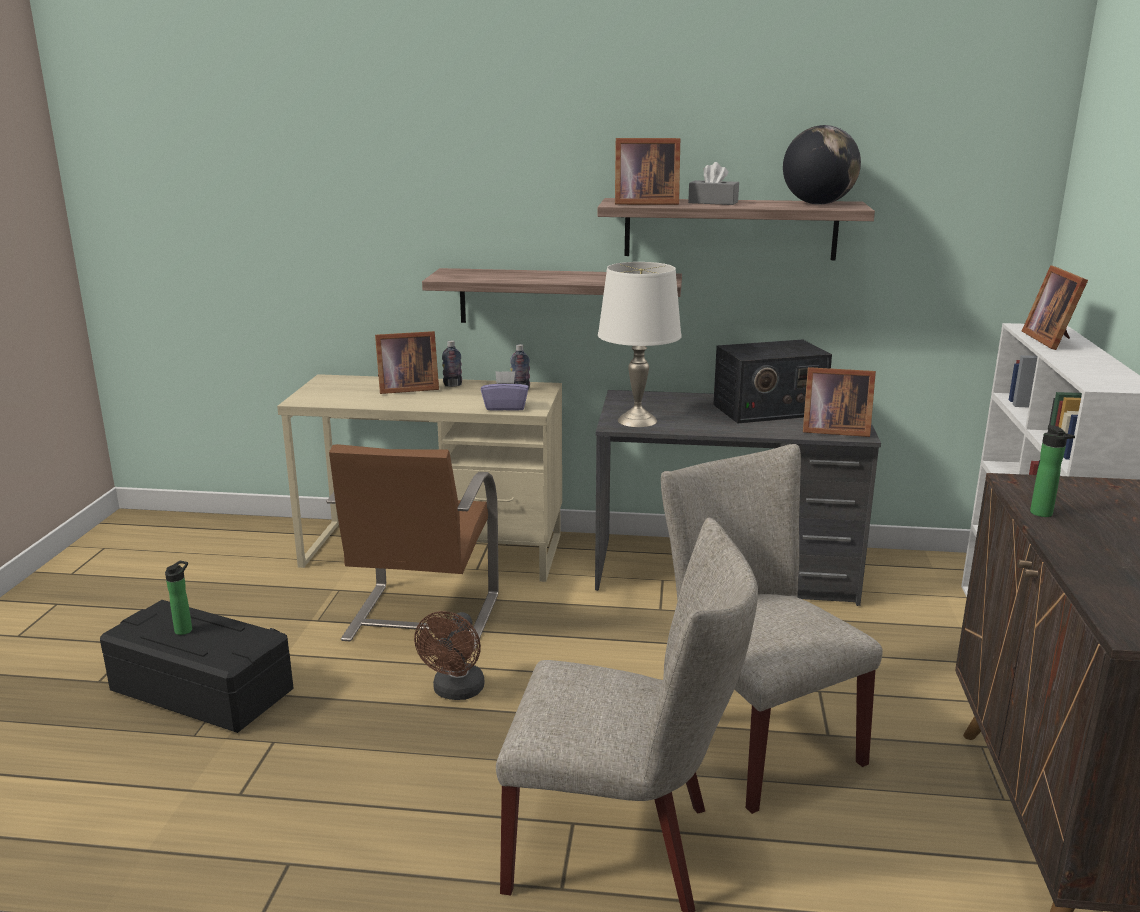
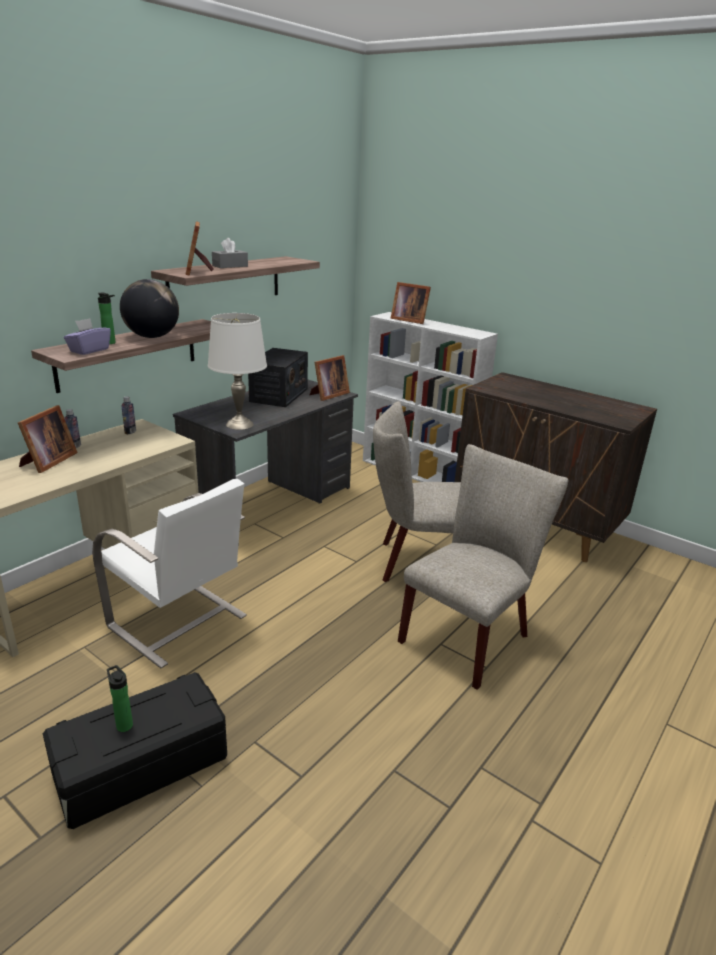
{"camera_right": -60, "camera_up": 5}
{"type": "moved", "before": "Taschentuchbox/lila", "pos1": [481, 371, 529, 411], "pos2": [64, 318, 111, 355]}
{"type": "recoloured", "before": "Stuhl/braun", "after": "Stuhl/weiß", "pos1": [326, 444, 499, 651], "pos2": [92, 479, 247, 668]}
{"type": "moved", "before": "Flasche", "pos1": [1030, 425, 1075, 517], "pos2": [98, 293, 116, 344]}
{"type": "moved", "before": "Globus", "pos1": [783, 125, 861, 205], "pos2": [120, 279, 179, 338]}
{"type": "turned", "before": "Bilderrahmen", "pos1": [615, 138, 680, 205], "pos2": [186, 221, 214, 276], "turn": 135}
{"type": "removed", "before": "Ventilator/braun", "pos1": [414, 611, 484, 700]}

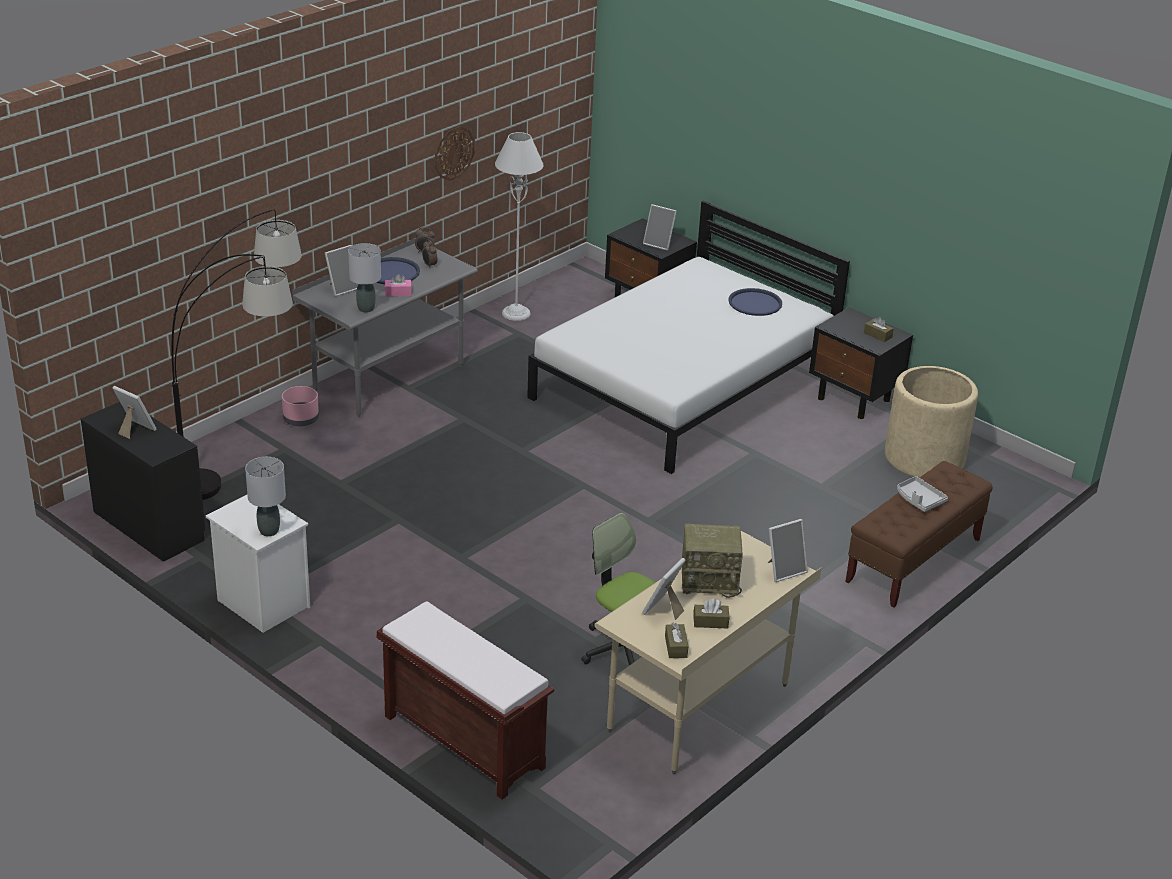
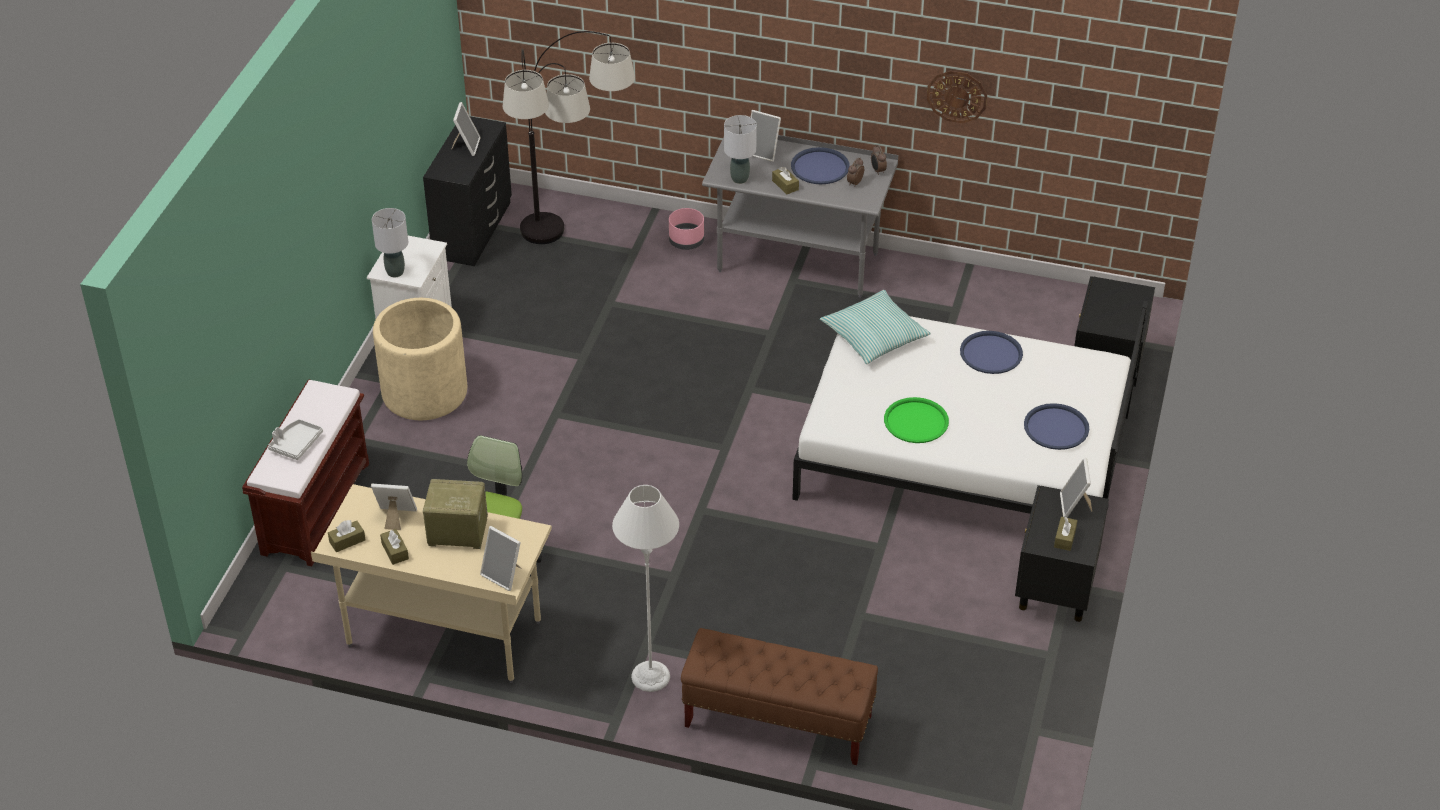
{"camera_right": 65, "camera_up": 10}
{"type": "moved", "before": "Tablett/grau", "pos1": [897, 476, 948, 512], "pos2": [268, 419, 323, 460]}
{"type": "moved", "before": "Pflanzkübel/beige", "pos1": [885, 366, 978, 478], "pos2": [373, 298, 467, 420]}
{"type": "turned", "before": "Radio", "pos1": [682, 524, 743, 598], "pos2": [423, 479, 488, 549], "turn": 120}
{"type": "moved", "before": "Stehlampe/grau", "pos1": [495, 132, 543, 321], "pos2": [612, 485, 679, 692]}
{"type": "recoloured", "before": "Taschentuchbox/rosa", "after": "Taschentuchbox/braun", "pos1": [385, 274, 412, 297], "pos2": [772, 167, 799, 194]}
{"type": "added", "after": "Kissen", "pos2": [820, 290, 931, 364]}
{"type": "added", "after": "Tablett/grün", "pos2": [884, 397, 949, 443]}
{"type": "added", "after": "Tablett/blau", "pos2": [960, 331, 1023, 374]}
{"type": "moved", "before": "Bilderrahmen", "pos1": [643, 204, 677, 251], "pos2": [1060, 458, 1092, 518]}

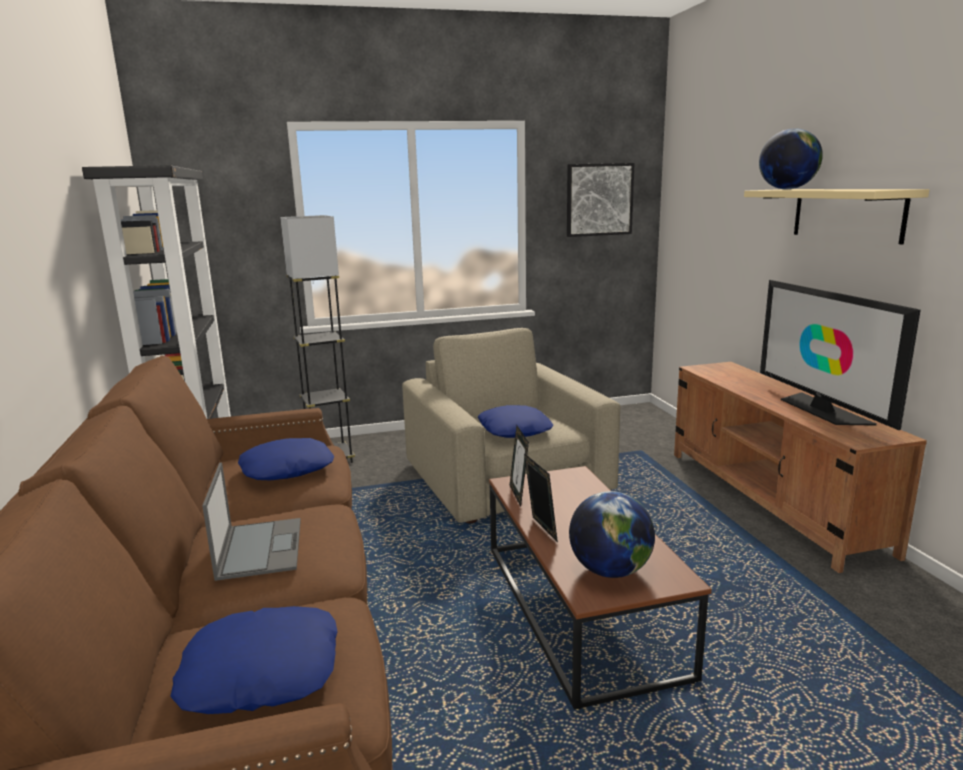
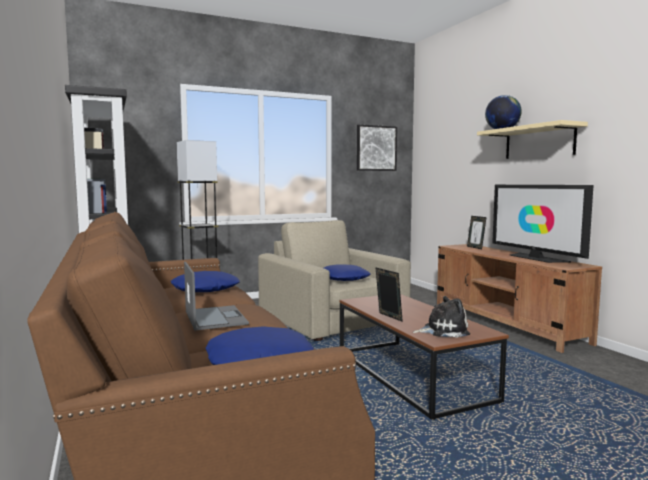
{"camera_right": -10, "camera_up": -10}
{"type": "replaced", "before": "Globus", "after": "Plüschtier", "pos1": [569, 491, 655, 578], "pos2": [413, 296, 470, 338]}
{"type": "moved", "before": "Bilderrahmen", "pos1": [510, 425, 529, 506], "pos2": [467, 216, 487, 249]}

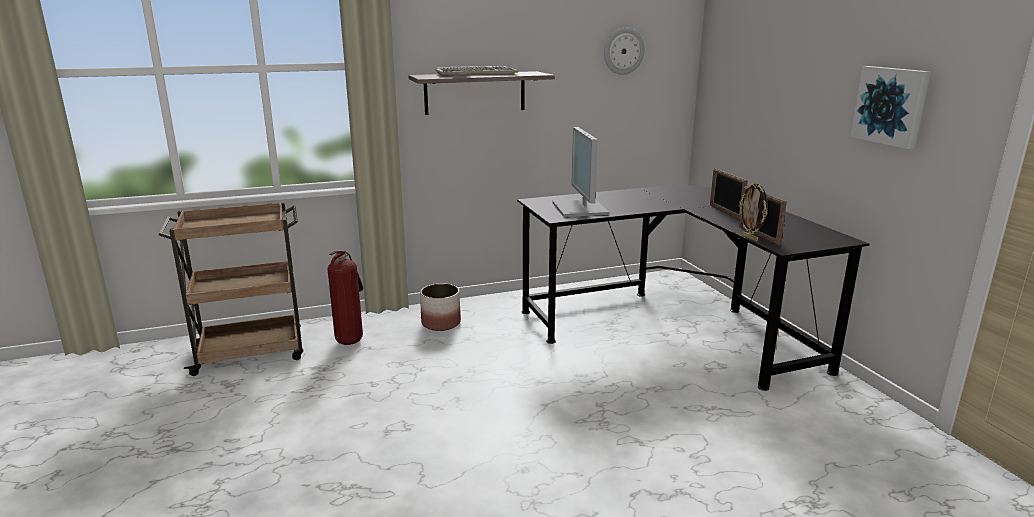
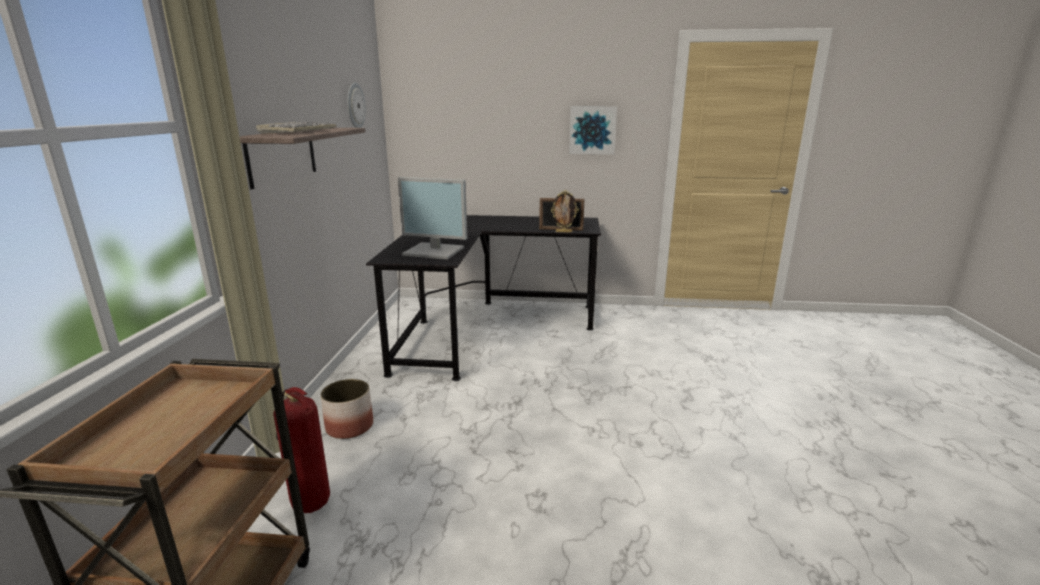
{"camera_right": -65, "camera_up": 0}
{"type": "removed", "before": "Bilderrahmen", "pos1": [710, 168, 748, 220]}

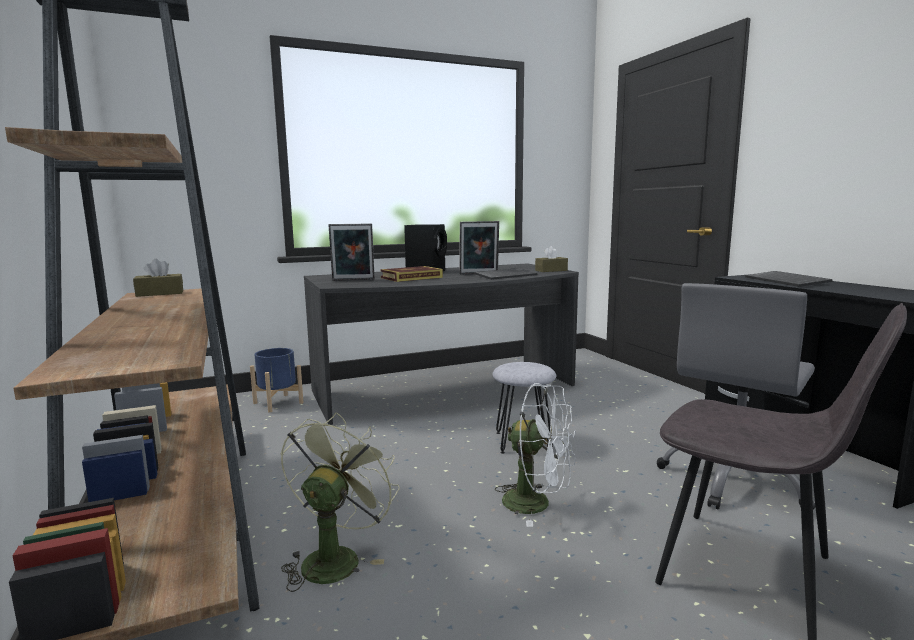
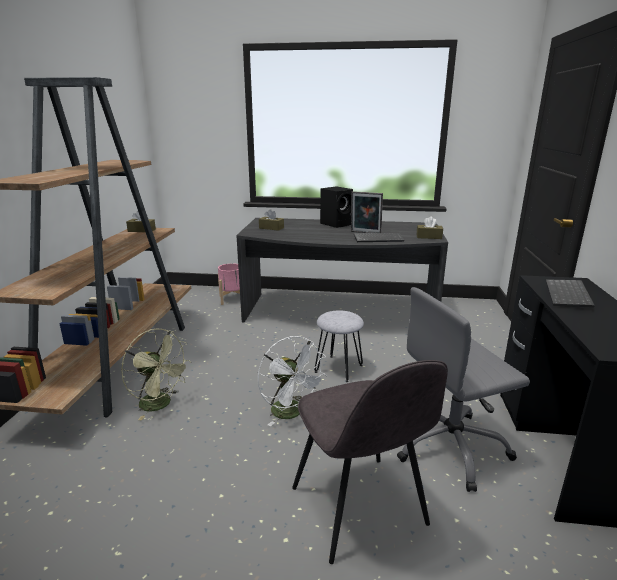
{"camera_right": 30, "camera_up": 10}
{"type": "turned", "before": "Ventilator/grün", "pos1": [281, 413, 400, 592], "pos2": [121, 328, 191, 420], "turn": 75}
{"type": "recoloured", "before": "Pflanzkübel/blau", "after": "Pflanzkübel/rosa", "pos1": [250, 348, 303, 412], "pos2": [218, 263, 240, 305]}
{"type": "replaced", "before": "Bilderrahmen", "after": "Taschentuchbox/braun", "pos1": [329, 223, 375, 281], "pos2": [259, 209, 284, 231]}
{"type": "removed", "before": "Buch", "pos1": [380, 266, 443, 282]}

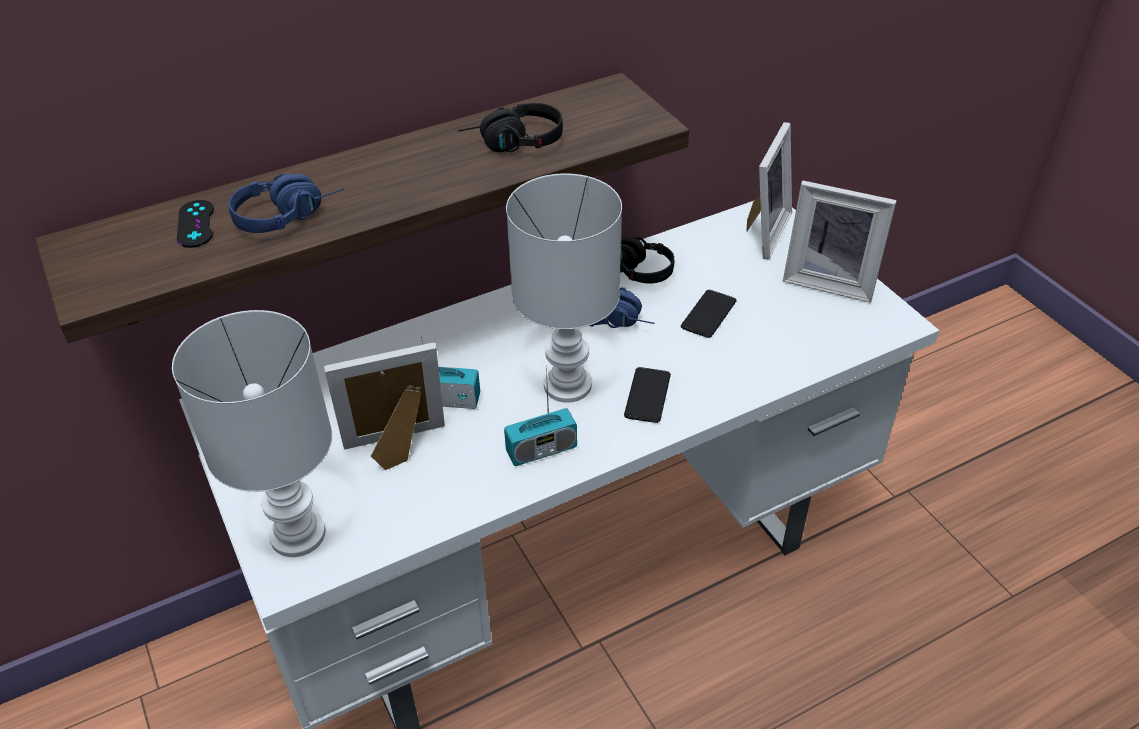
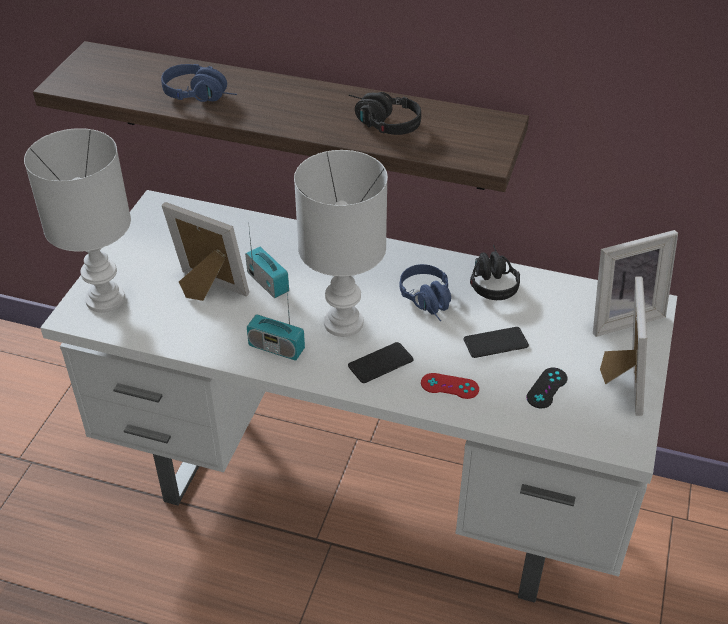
{"camera_right": 45, "camera_up": 0}
{"type": "added", "after": "Gamepad/rot", "pos2": [421, 373, 479, 399]}
{"type": "moved", "before": "Gamepad/schwarz", "pos1": [177, 200, 214, 248], "pos2": [527, 368, 567, 408]}
{"type": "turned", "before": "Bilderrahmen", "pos1": [783, 181, 897, 303], "pos2": [600, 276, 647, 416], "turn": -150}

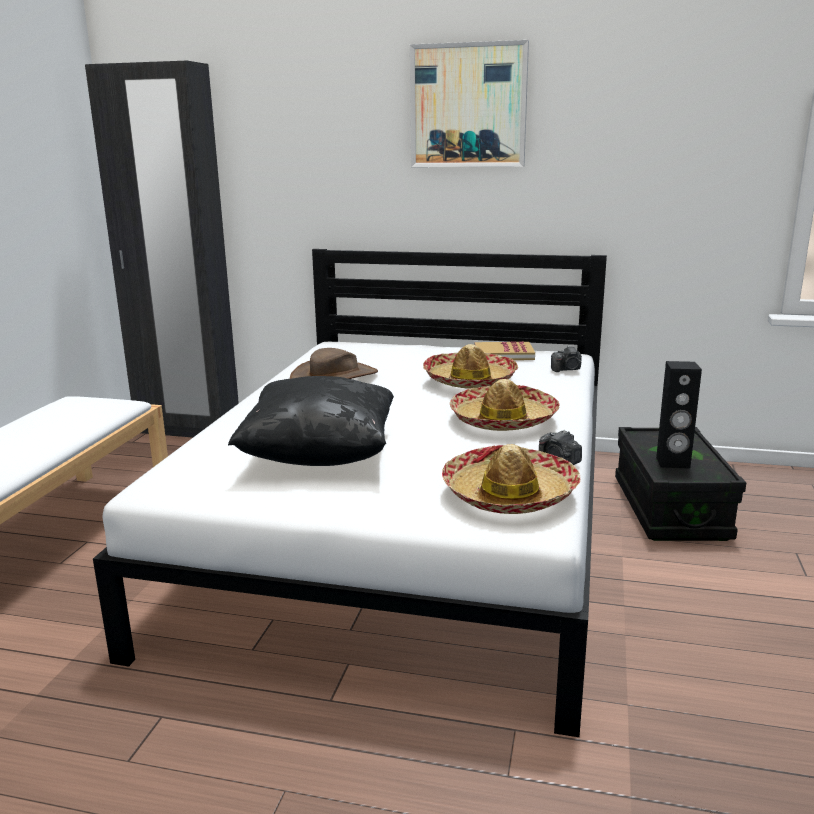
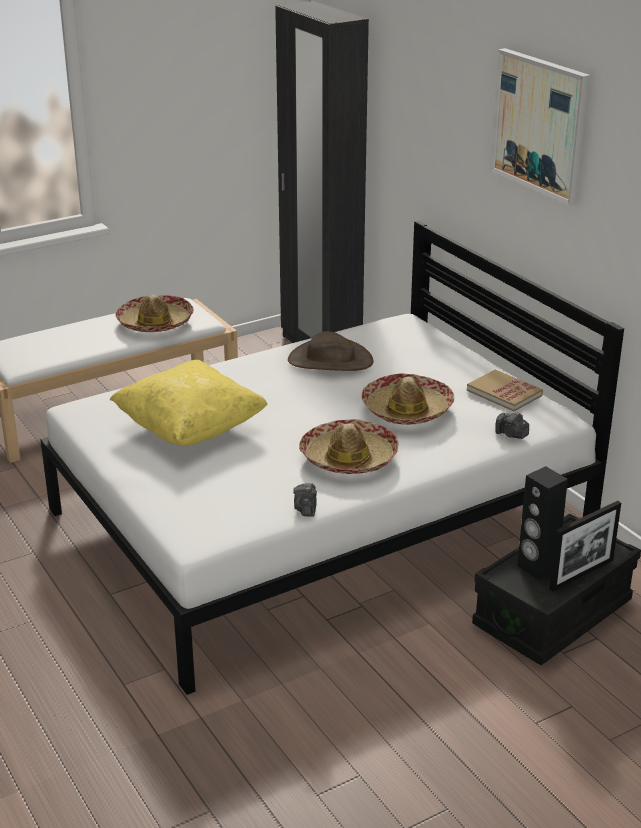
{"camera_right": 45, "camera_up": 10}
{"type": "recoloured", "before": "Kissen/schwarz", "after": "Kissen/gelb", "pos1": [228, 376, 394, 466], "pos2": [110, 360, 268, 446]}
{"type": "moved", "before": "Hut", "pos1": [442, 444, 580, 514], "pos2": [115, 295, 194, 332]}
{"type": "added", "after": "Bilderrahmen", "pos2": [549, 501, 621, 591]}

